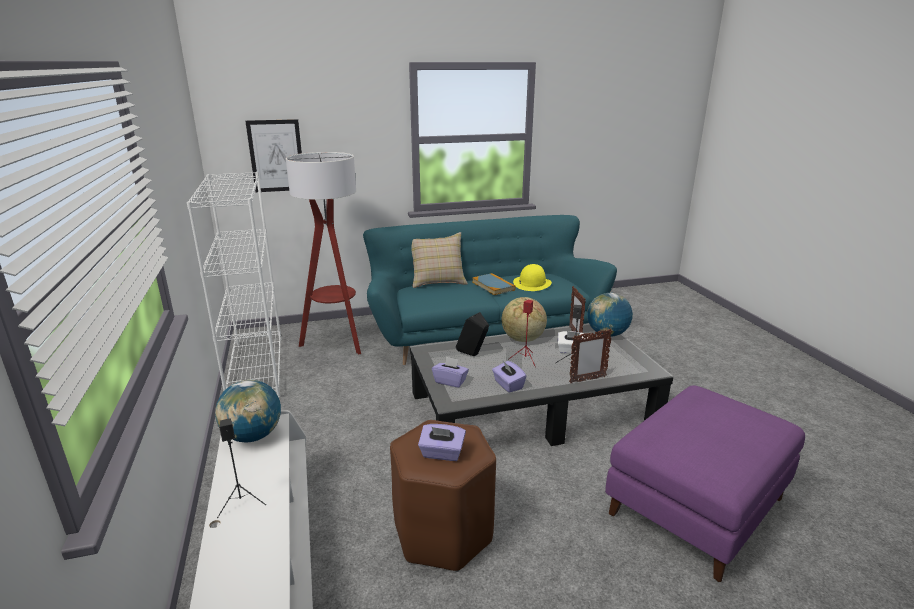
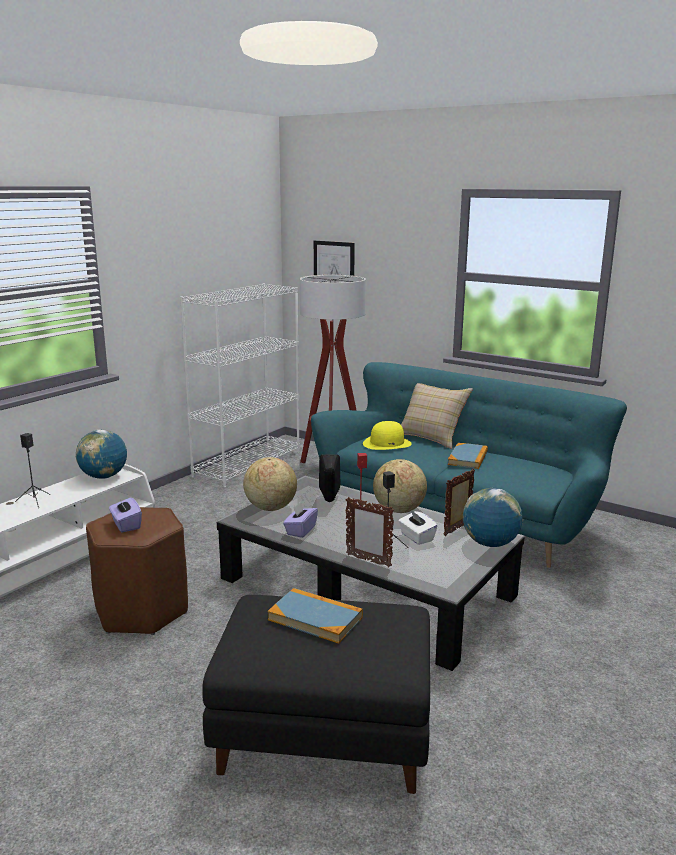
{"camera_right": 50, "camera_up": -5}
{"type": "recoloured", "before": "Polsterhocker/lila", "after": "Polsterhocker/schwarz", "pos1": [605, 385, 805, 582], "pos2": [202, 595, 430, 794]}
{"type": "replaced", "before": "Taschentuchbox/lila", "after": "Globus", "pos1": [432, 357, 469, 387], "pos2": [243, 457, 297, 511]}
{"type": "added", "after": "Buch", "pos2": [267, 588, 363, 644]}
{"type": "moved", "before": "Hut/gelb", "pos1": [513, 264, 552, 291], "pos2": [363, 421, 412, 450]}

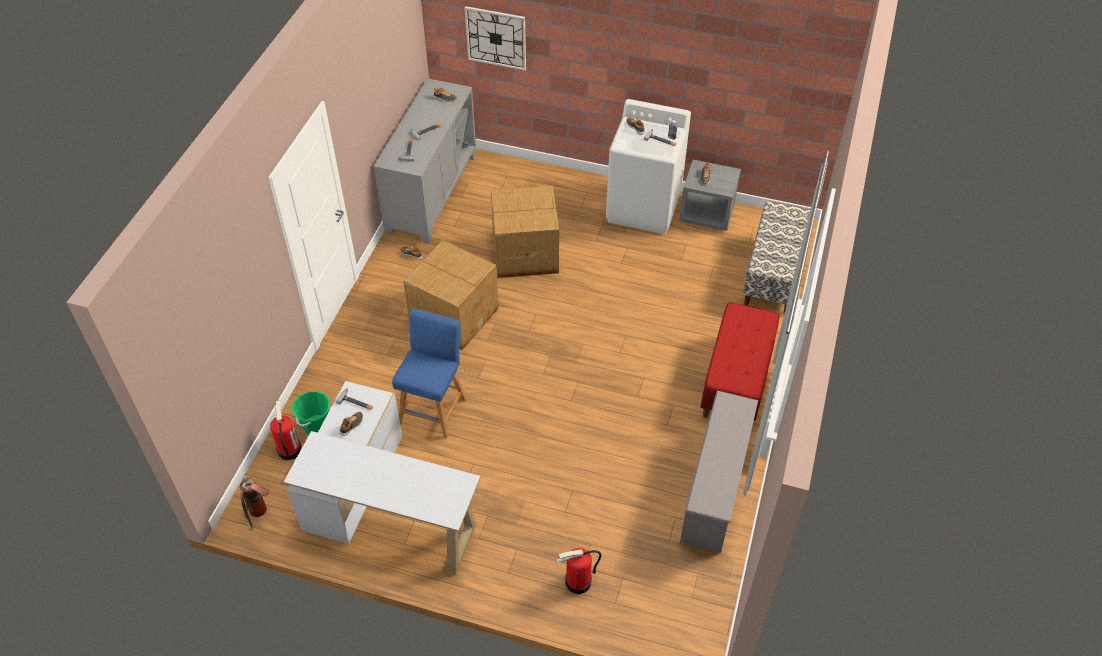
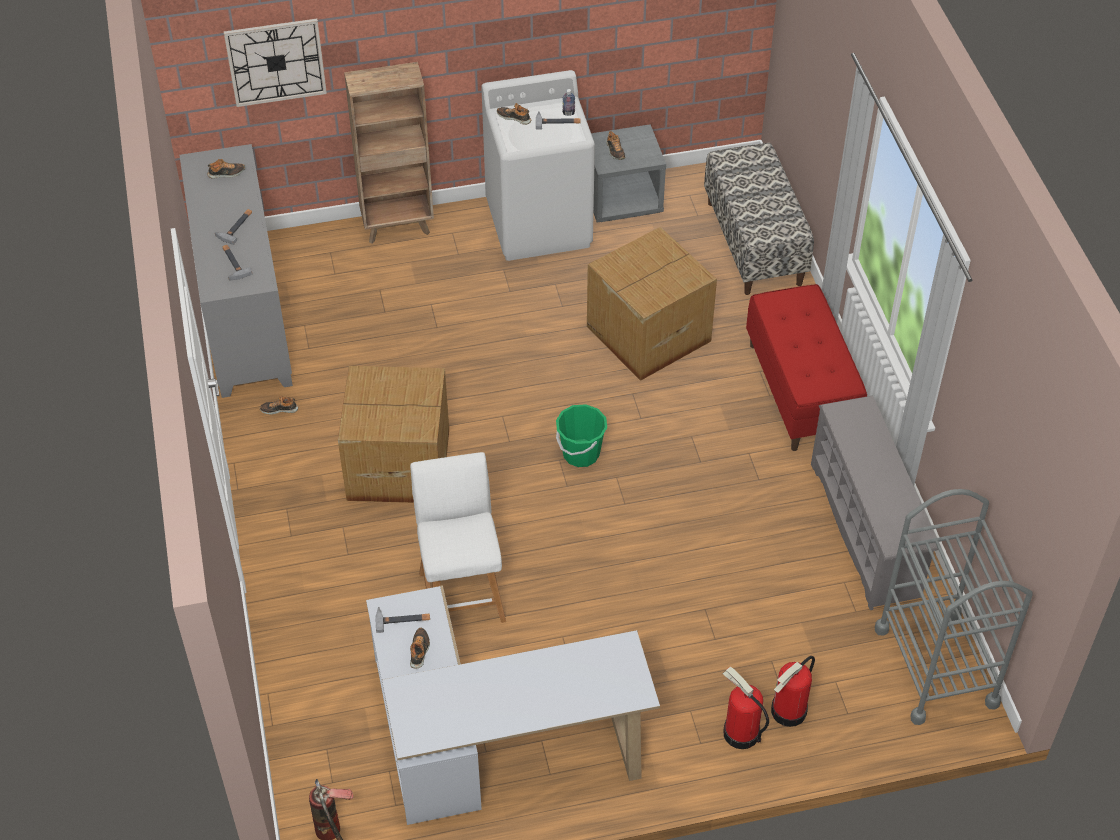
{"camera_right": -30, "camera_up": 0}
{"type": "added", "after": "Bücherregal/braun", "pos2": [344, 62, 434, 244]}
{"type": "recoloured", "before": "Hocker/blau", "after": "Hocker/weiß", "pos1": [392, 308, 466, 439], "pos2": [410, 452, 506, 623]}
{"type": "moved", "before": "Eimer/grün", "pos1": [292, 391, 330, 435], "pos2": [556, 404, 607, 467]}
{"type": "moved", "before": "Karton", "pos1": [491, 186, 559, 278], "pos2": [587, 227, 717, 381]}
{"type": "moved", "before": "Feuerlöscher", "pos1": [270, 400, 302, 460], "pos2": [722, 666, 769, 749]}
{"type": "added", "after": "Rollwagen/grau", "pos2": [875, 489, 1033, 725]}

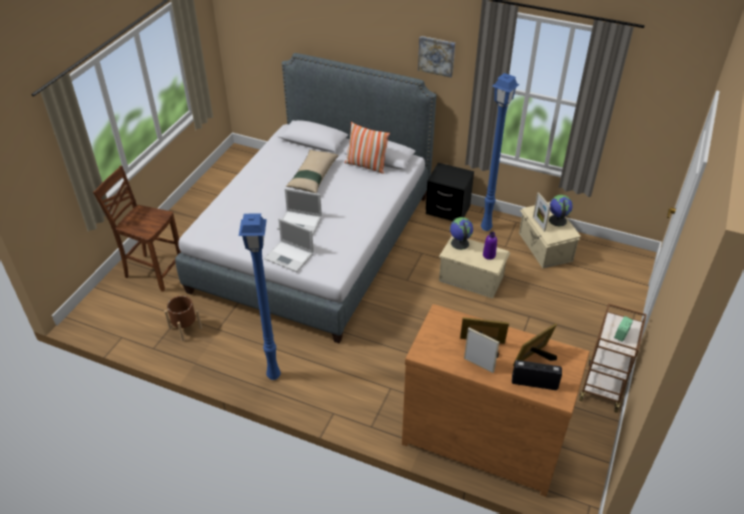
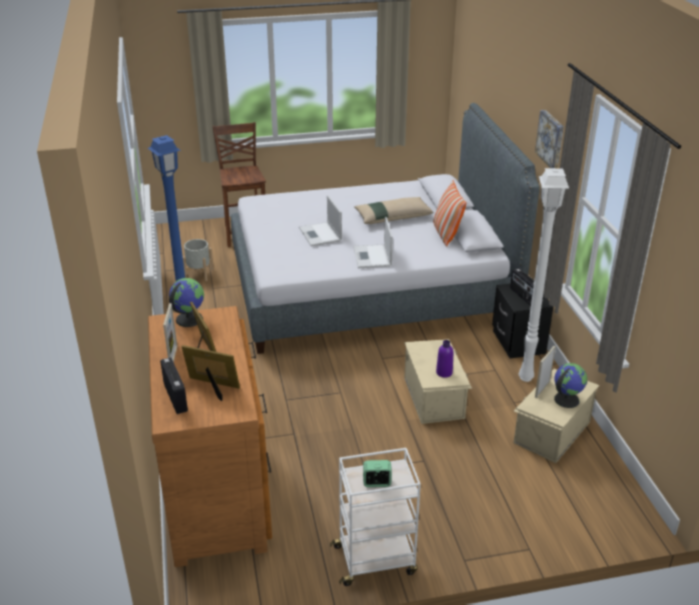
{"camera_right": 55, "camera_up": -10}
{"type": "moved", "before": "Globus", "pos1": [450, 217, 473, 250], "pos2": [169, 278, 204, 327]}
{"type": "recoloured", "before": "Pflanzkübel/braun", "after": "Pflanzkübel/grau", "pos1": [164, 296, 202, 341], "pos2": [183, 239, 214, 281]}
{"type": "recoloured", "before": "Rollwagen/braun", "after": "Rollwagen/weiß", "pos1": [579, 304, 647, 413], "pos2": [330, 448, 421, 586]}
{"type": "moved", "before": "Laptop", "pos1": [264, 218, 314, 272], "pos2": [353, 217, 393, 268]}
{"type": "added", "after": "Radio", "pos2": [510, 268, 534, 306]}
{"type": "recoloured", "before": "Stehlampe/blau", "after": "Stehlampe/weiß", "pos1": [481, 73, 520, 231], "pos2": [519, 168, 569, 382]}

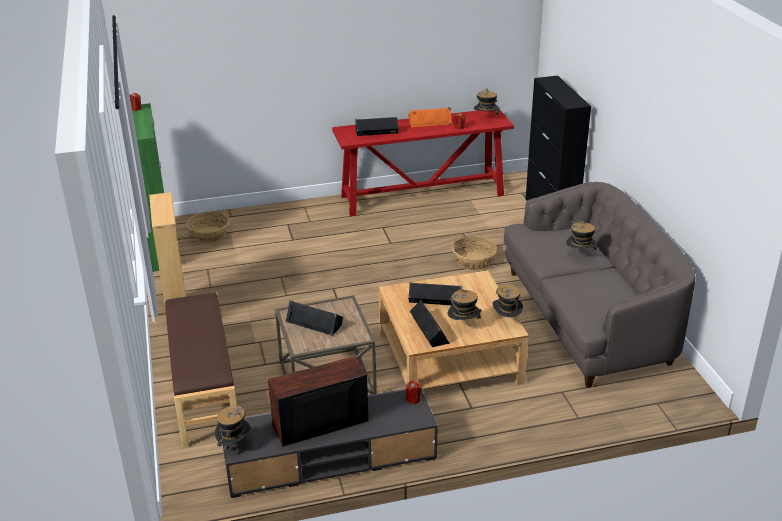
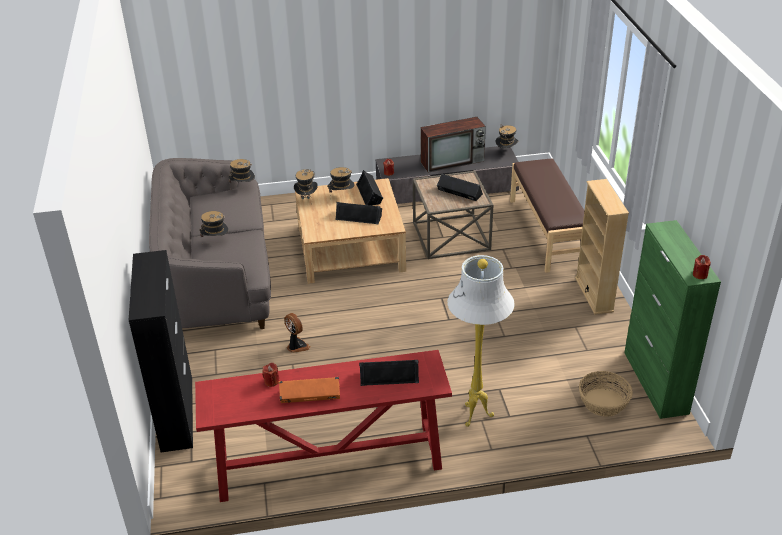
{"camera_right": -175, "camera_up": 5}
{"type": "moved", "before": "Hut", "pos1": [474, 88, 500, 118], "pos2": [228, 159, 255, 190]}
{"type": "replaced", "before": "Korb", "after": "Ventilator", "pos1": [452, 236, 497, 270], "pos2": [284, 313, 311, 353]}
{"type": "added", "after": "Stehlampe/weiß", "pos2": [447, 255, 515, 427]}

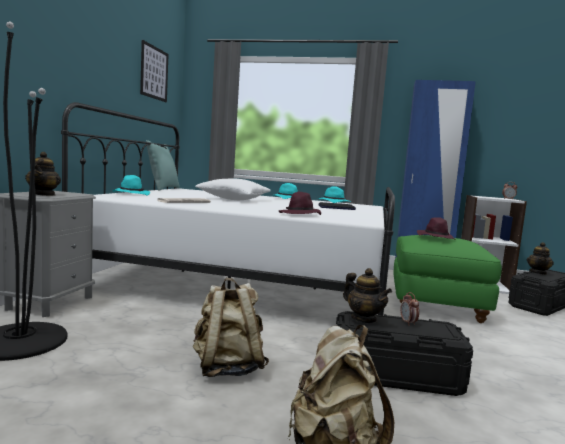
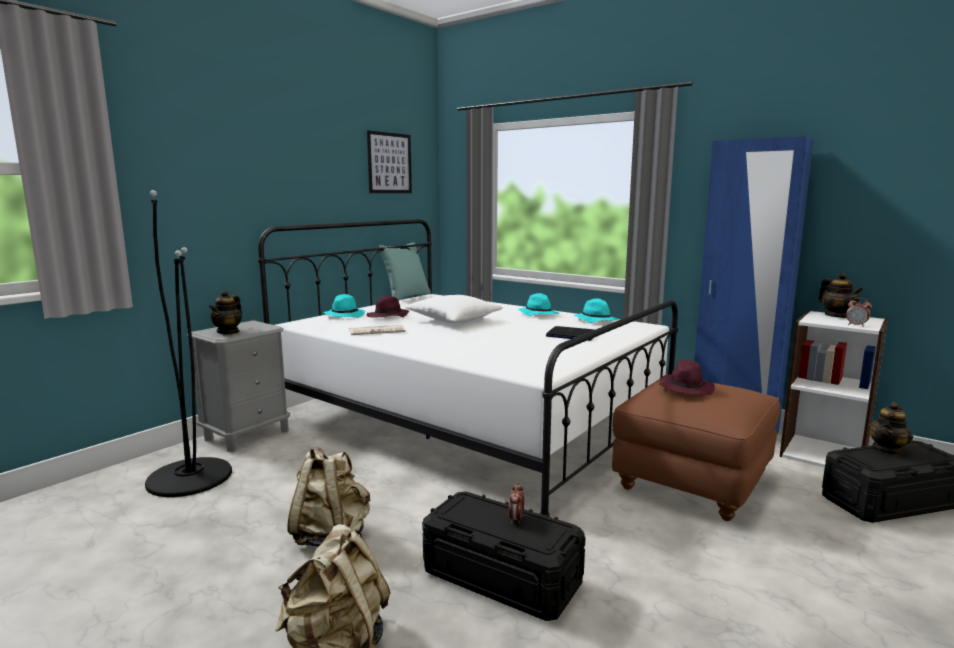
{"camera_right": 25, "camera_up": 5}
{"type": "moved", "before": "Hut/lila", "pos1": [279, 191, 321, 215], "pos2": [367, 295, 409, 318]}
{"type": "recoloured", "before": "Polsterhocker/grün", "after": "Polsterhocker/braun", "pos1": [394, 235, 502, 323], "pos2": [612, 378, 780, 521]}
{"type": "moved", "before": "Teekanne", "pos1": [343, 268, 392, 323], "pos2": [818, 273, 863, 318]}

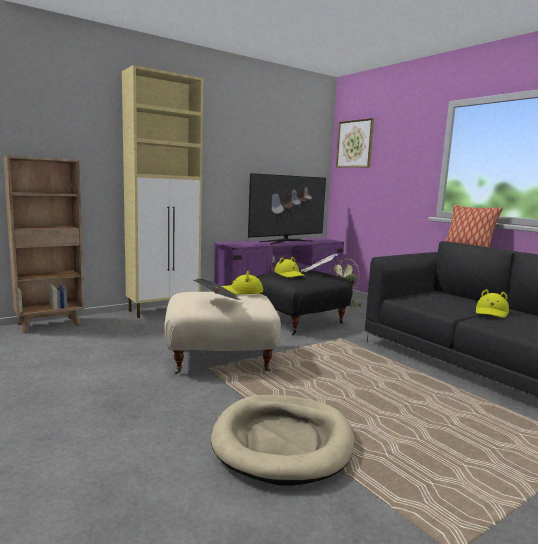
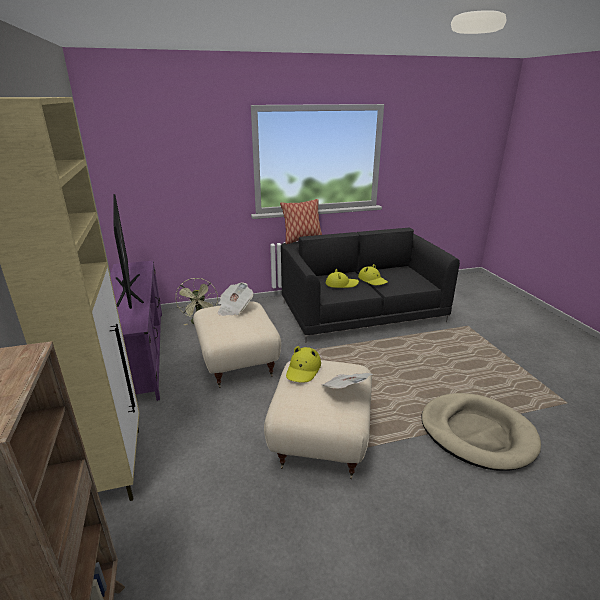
{"camera_right": -70, "camera_up": 15}
{"type": "recoloured", "before": "Polsterhocker/schwarz", "after": "Polsterhocker/beige", "pos1": [257, 270, 353, 335], "pos2": [193, 301, 281, 388]}
{"type": "moved", "before": "Hut/gelb", "pos1": [274, 257, 305, 278], "pos2": [326, 269, 359, 288]}
{"type": "removed", "before": "Bild", "pos1": [336, 118, 374, 168]}

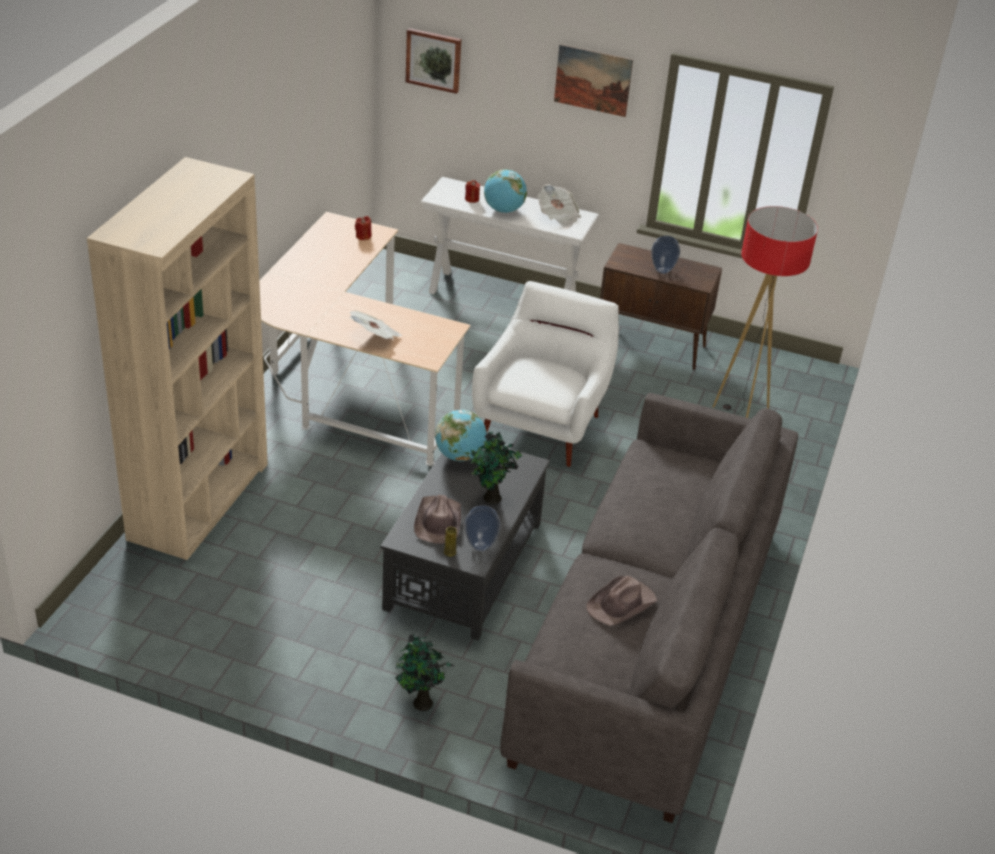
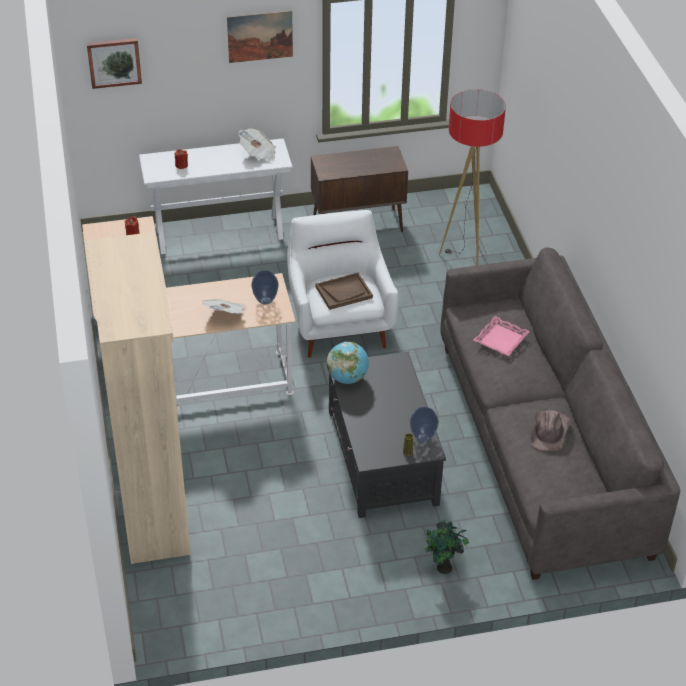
{"camera_right": -30, "camera_up": 5}
{"type": "moved", "before": "Vase", "pos1": [651, 236, 680, 274], "pos2": [251, 270, 279, 305]}
{"type": "added", "after": "Tablett/braun", "pos2": [316, 273, 373, 310]}
{"type": "added", "after": "Tablett/rosa", "pos2": [474, 316, 530, 356]}
{"type": "removed", "before": "Hut/braun", "pos1": [414, 495, 461, 544]}
{"type": "removed", "before": "Topfpflanze", "pos1": [471, 432, 522, 504]}
{"type": "removed", "before": "Globus", "pos1": [484, 169, 527, 213]}

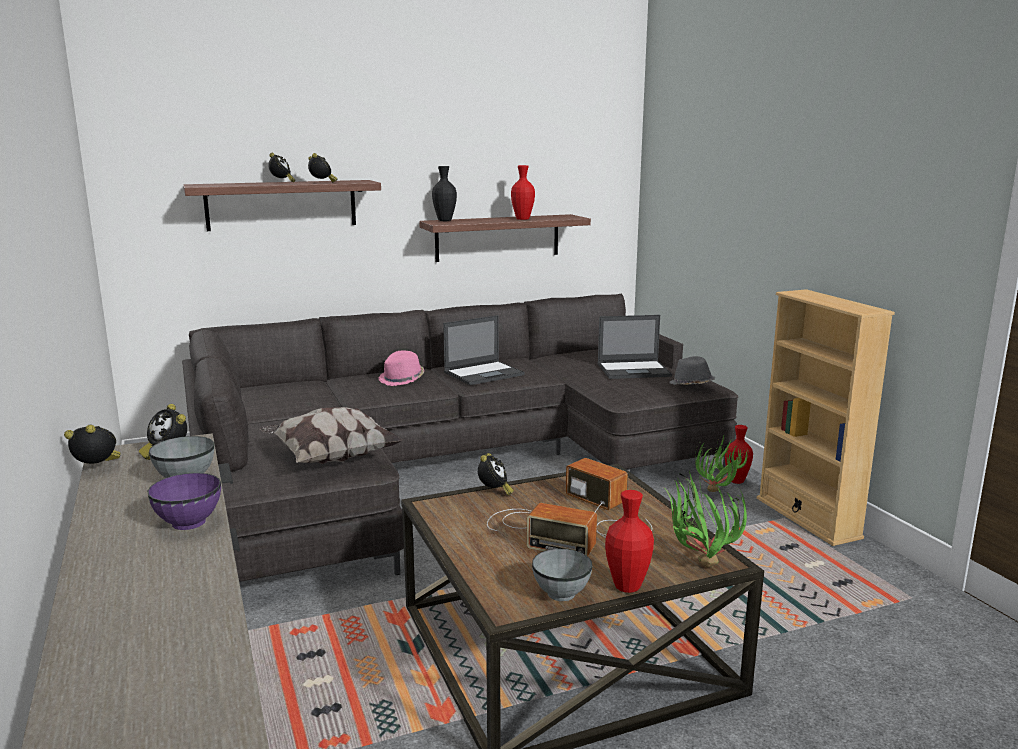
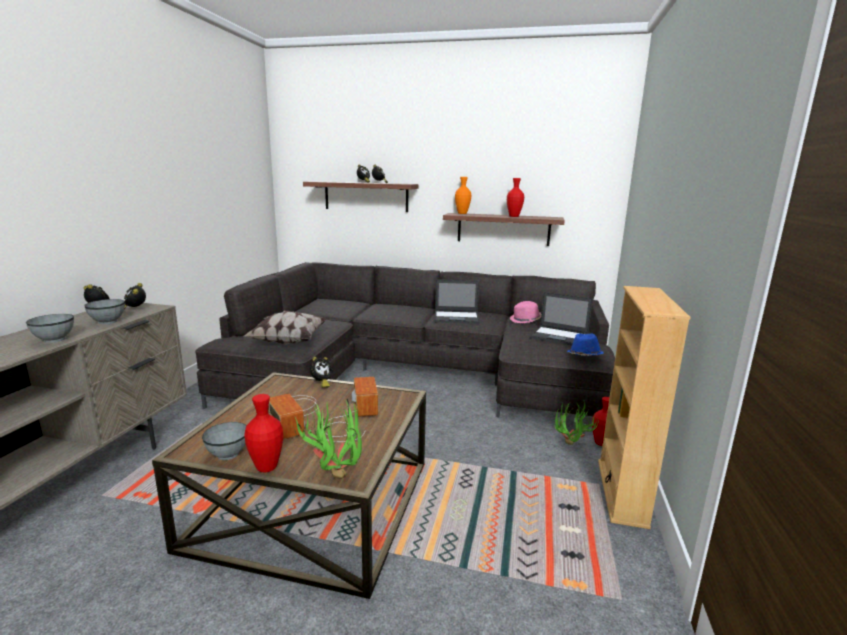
{"camera_right": 35, "camera_up": 0}
{"type": "recoloured", "before": "Schüssel/lila", "after": "Schüssel/grau", "pos1": [147, 473, 221, 530], "pos2": [26, 314, 74, 343]}
{"type": "recoloured", "before": "Vase/schwarz", "after": "Vase/orange", "pos1": [432, 166, 457, 221], "pos2": [455, 177, 471, 214]}
{"type": "moved", "before": "Hut/rosa", "pos1": [379, 350, 424, 386], "pos2": [510, 301, 541, 323]}
{"type": "recoloured", "before": "Hut/grau", "after": "Hut/blau", "pos1": [670, 356, 715, 385], "pos2": [567, 334, 604, 356]}

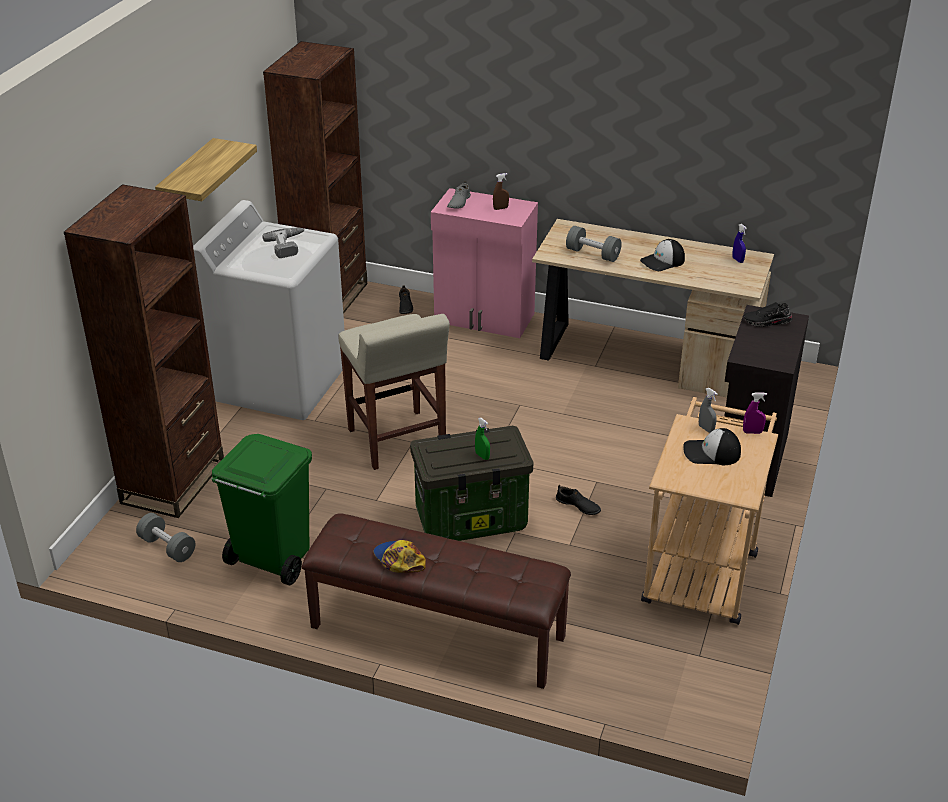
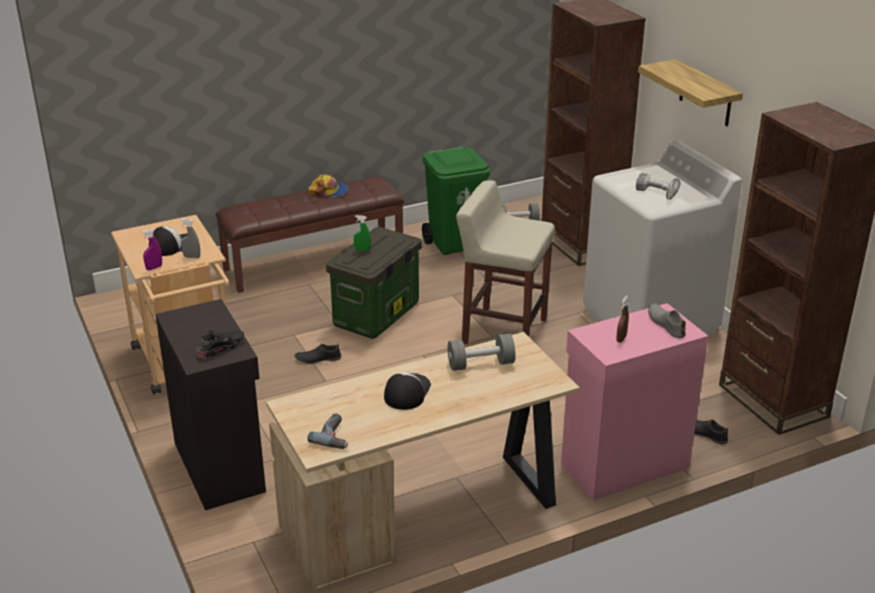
{"camera_right": 135, "camera_up": -5}
{"type": "replaced", "before": "Sprühflasche/blau", "after": "Bohrmaschine", "pos1": [732, 224, 747, 263], "pos2": [308, 413, 348, 449]}

